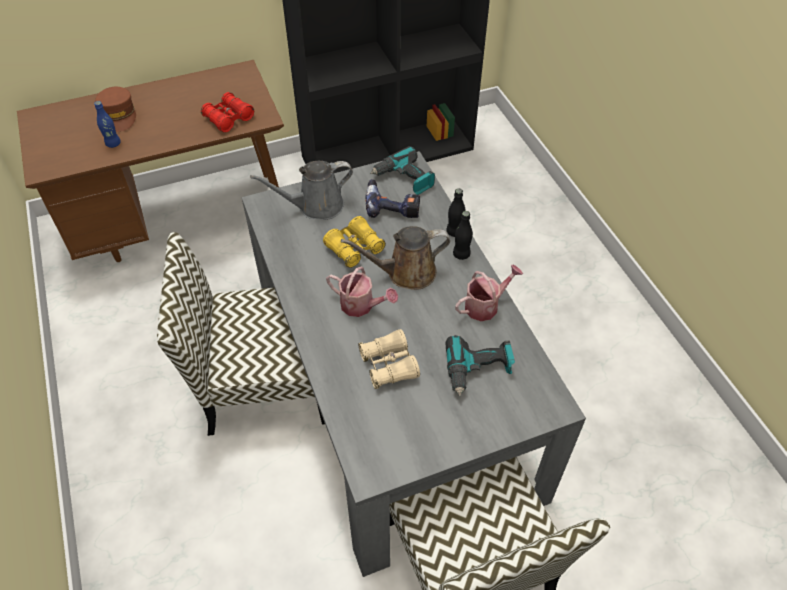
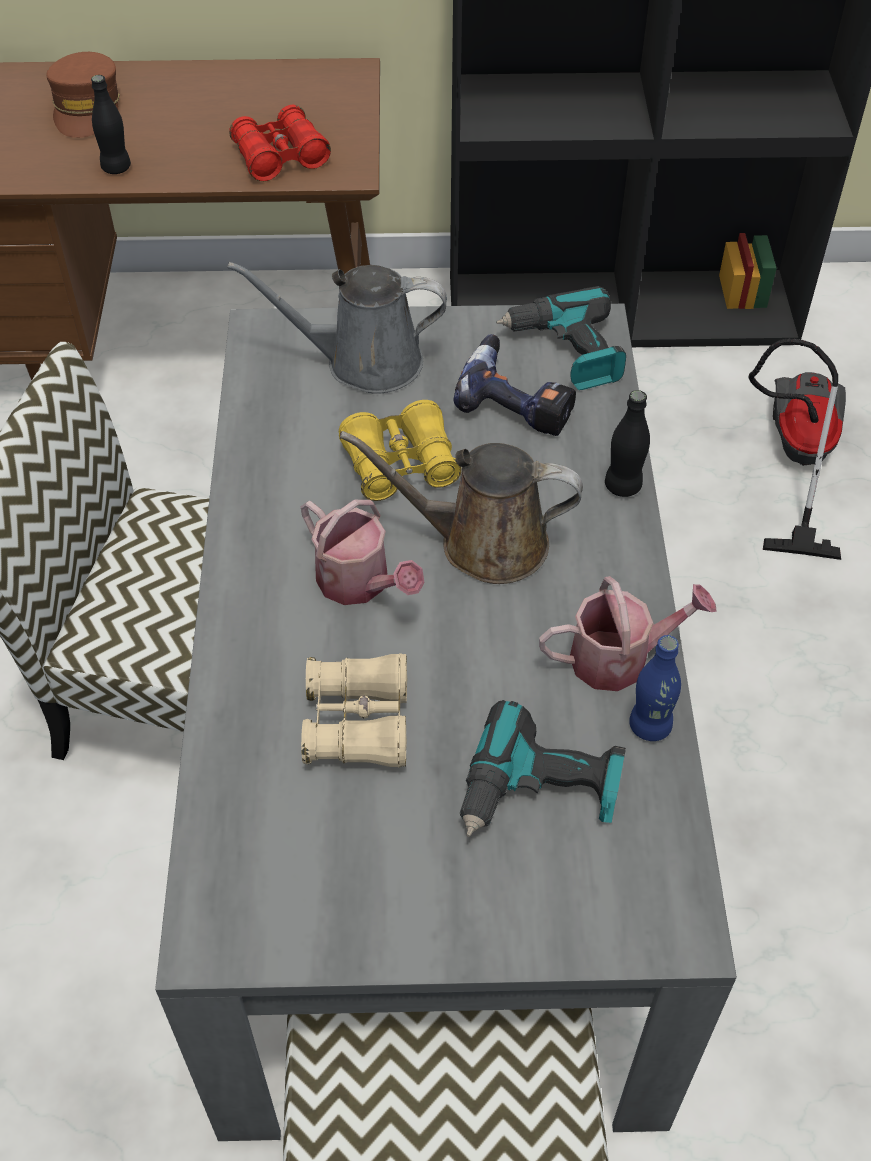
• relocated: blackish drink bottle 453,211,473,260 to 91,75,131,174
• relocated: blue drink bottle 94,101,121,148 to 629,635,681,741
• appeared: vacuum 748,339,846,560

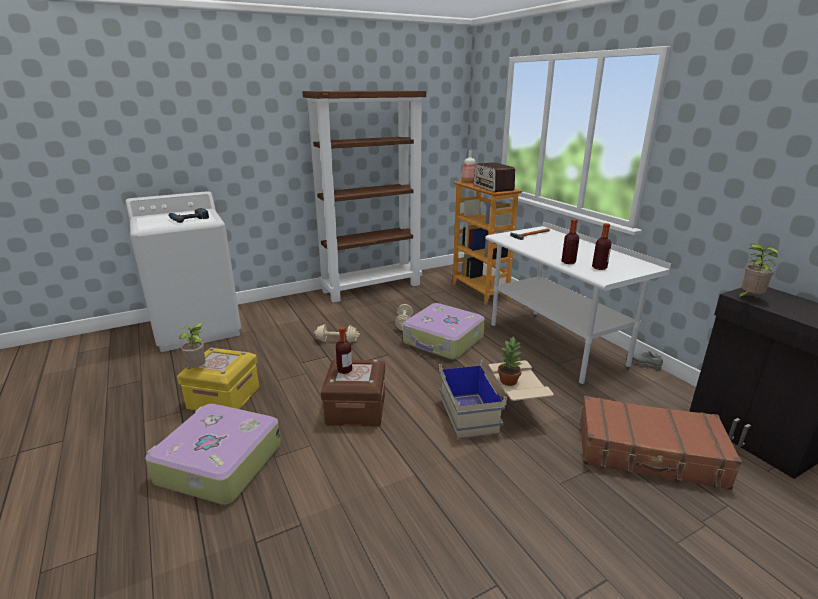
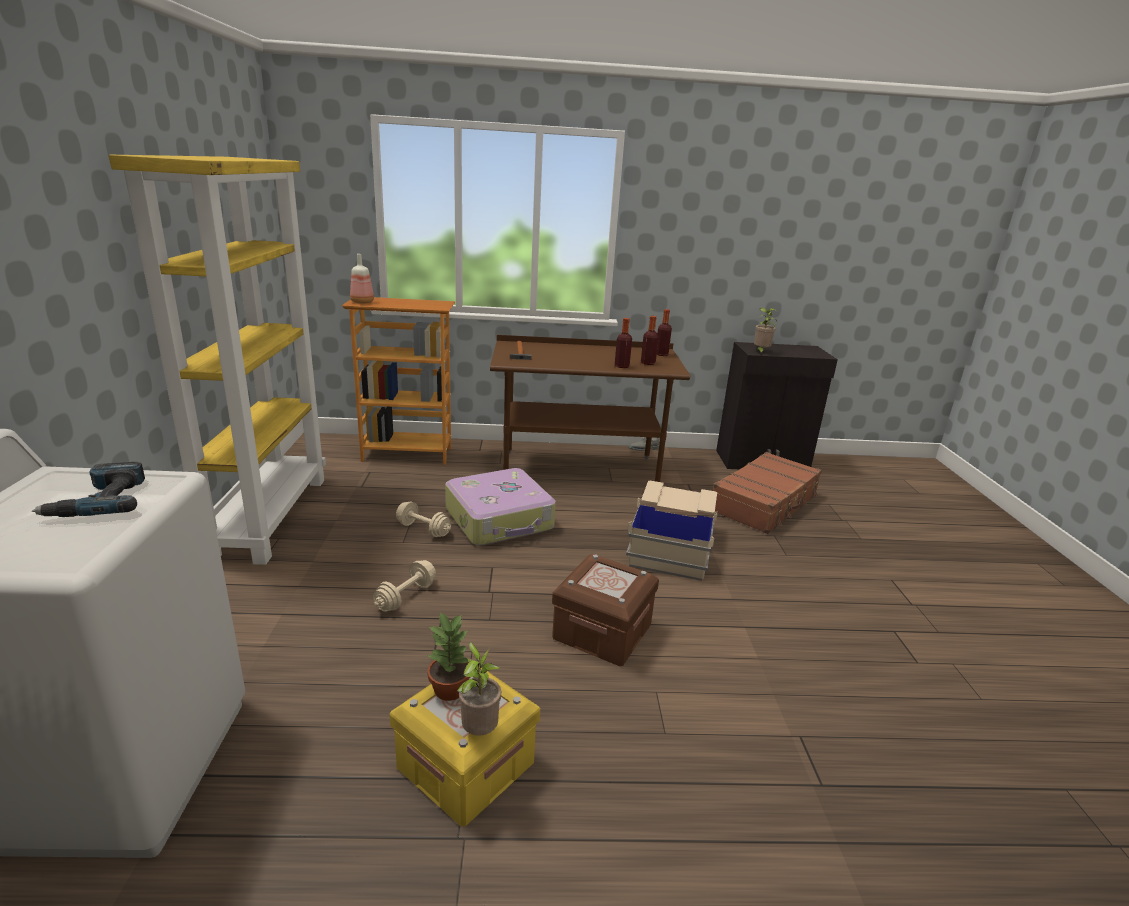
• colour: brown-coloured shelving unit 302,90,426,303 to yellow-coloured shelving unit 109,155,326,565
• relocated: houseplant 498,336,523,386 to 427,612,470,701
• colour: white desk unit 485,222,671,387 to brown-coloured desk unit 490,335,690,482
• relocated: drink bottle 336,327,352,374 to 657,309,672,356
• missing: suitcase 145,404,281,505
• missing: radio set 473,162,515,192

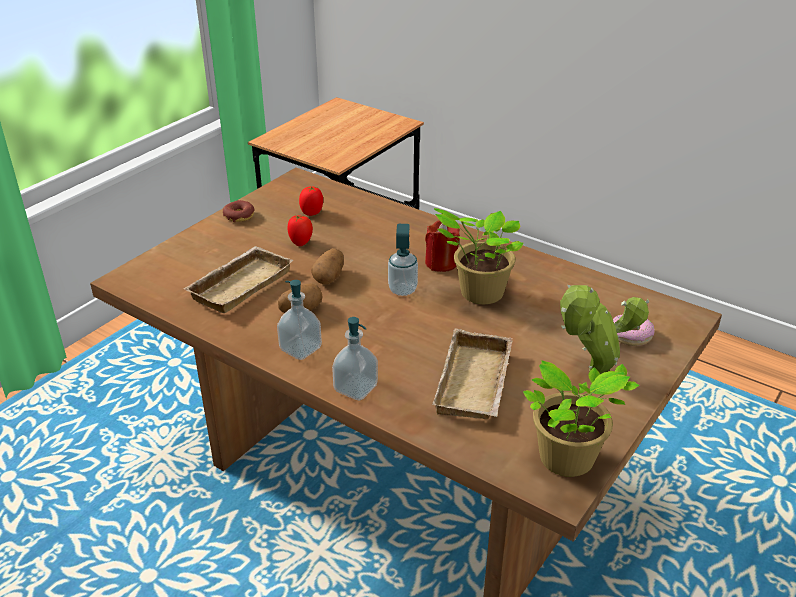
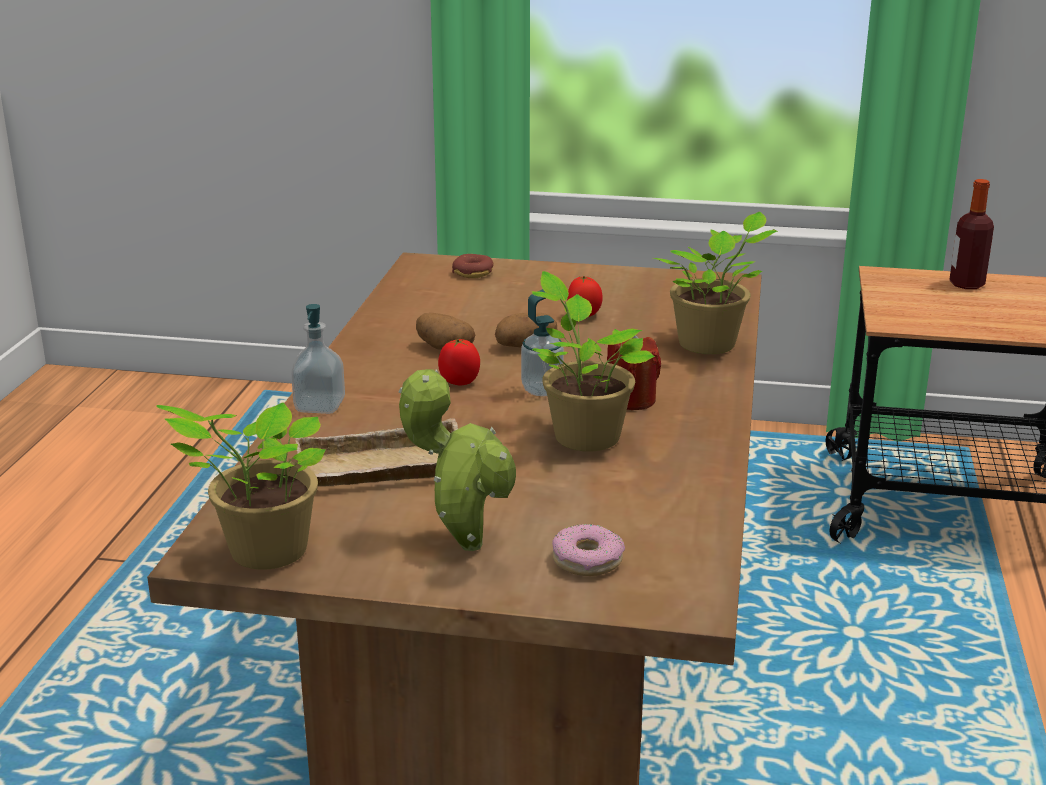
• relocated: fresh tomato 299,186,323,216 to 438,339,480,385
• relocated: ring doughnut 223,200,254,223 to 452,254,494,278
• appeared: houseplant 653,212,778,354
• appeared: drink bottle 949,179,994,289
• missing: sand-coloured carrying tray 183,246,294,313
• missing: liquid soap bottle 277,280,322,360

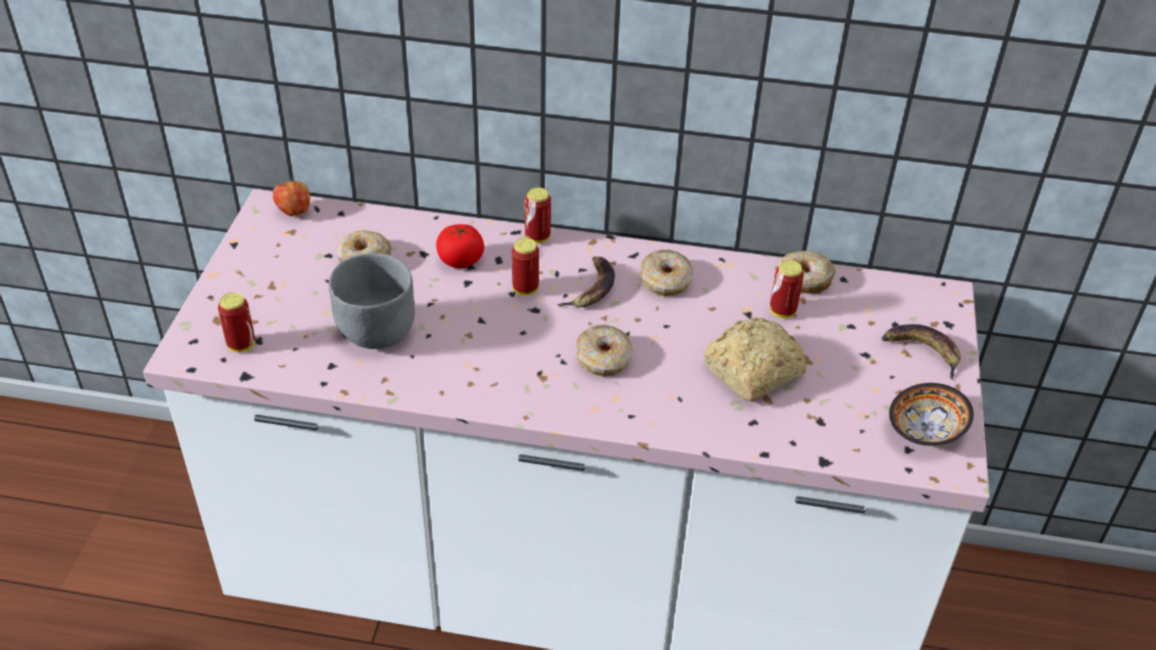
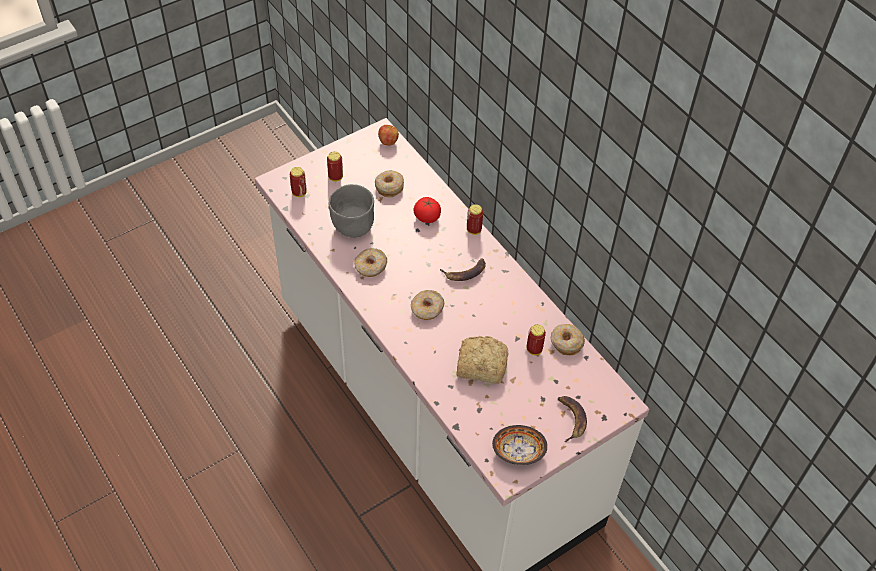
• relocated: sealed can 512,238,539,296 to 327,151,343,182
• relocated: ring doughnut 640,250,693,296 to 354,248,387,277

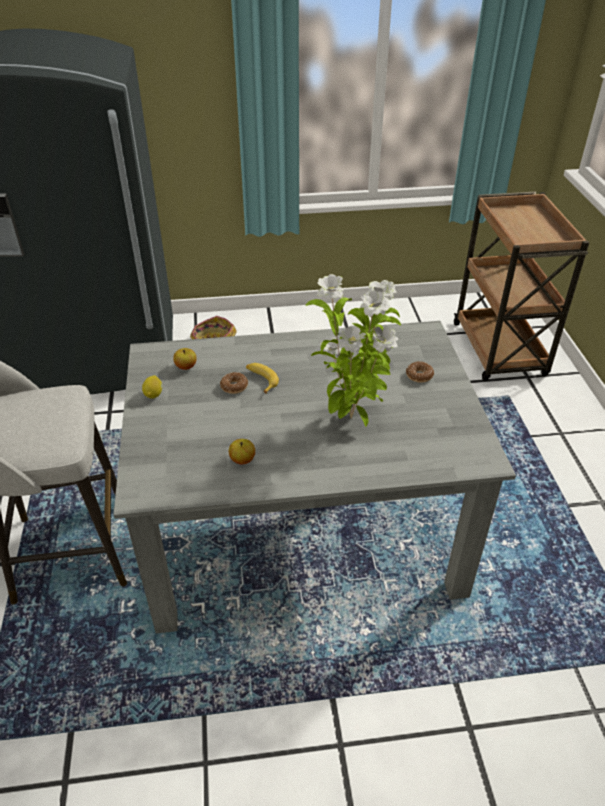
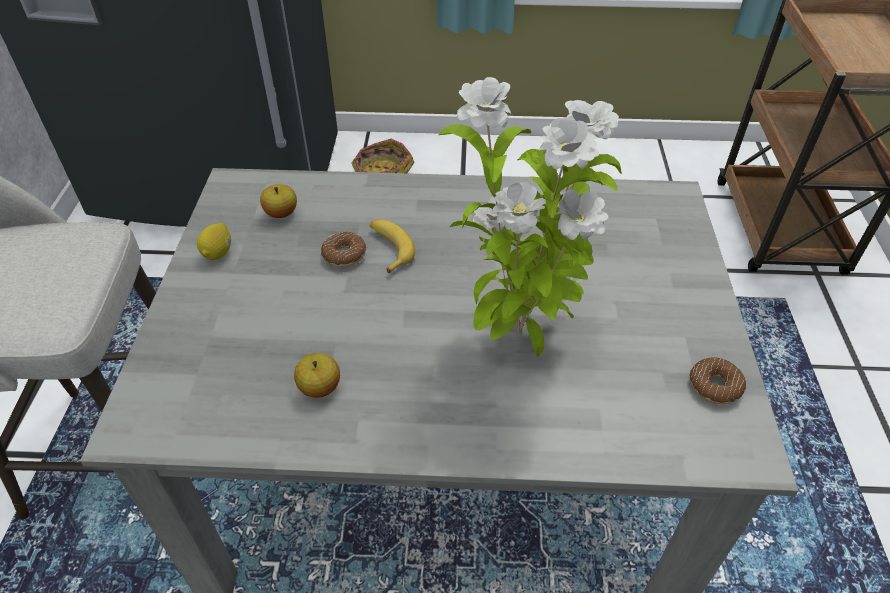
• relocated: ring doughnut 406,361,434,383 to 690,357,746,404

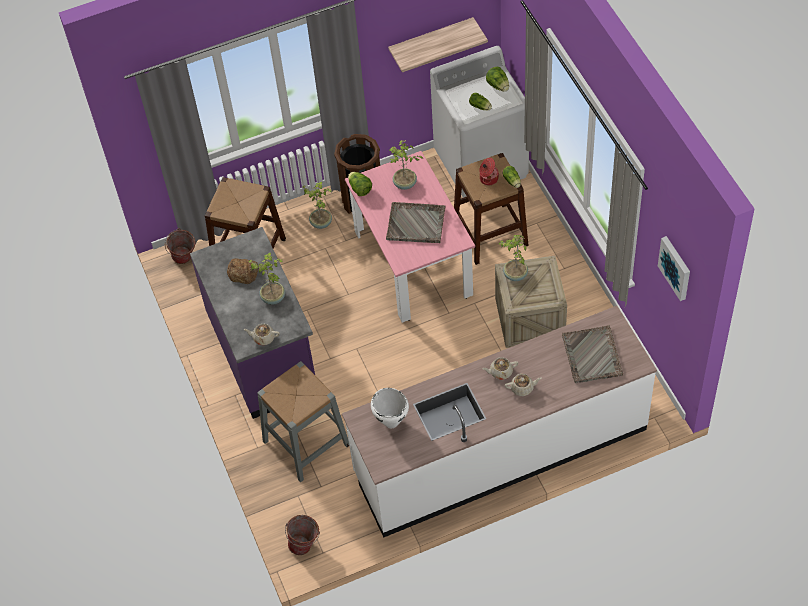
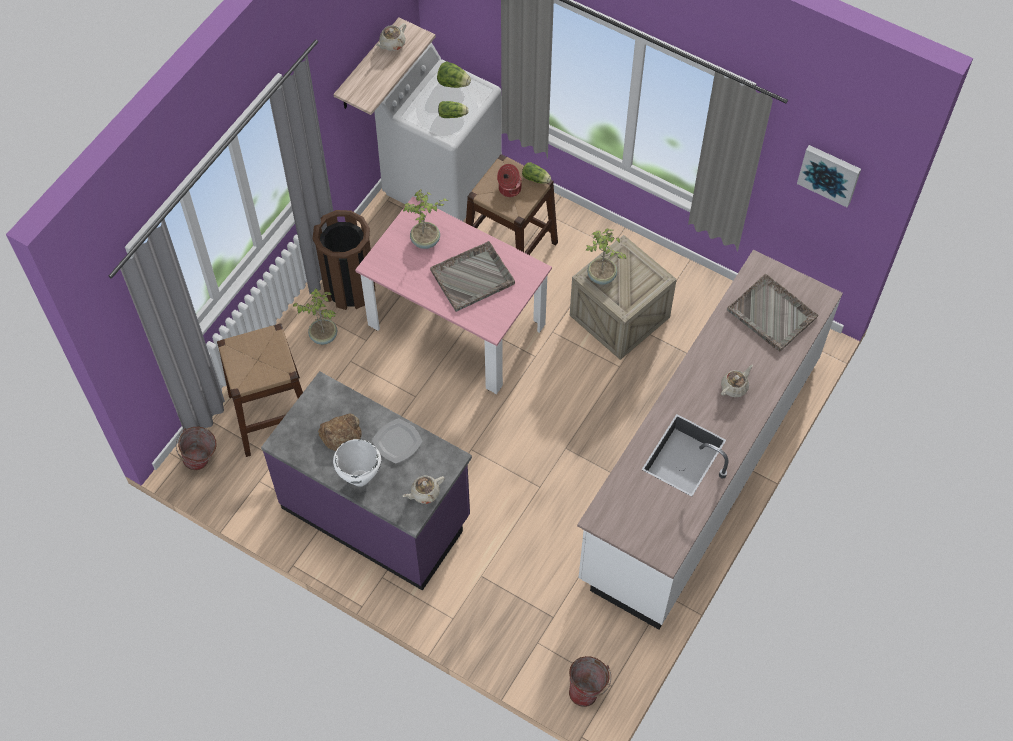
• relocated: white stockpot 371,388,409,428 to 333,439,381,487
• exchanged: houseplant 249,253,285,305 to flat dish 372,418,423,464
• relocated: sand-coloured tea pot 482,357,518,380 to 376,23,406,51
• missing: greyish sitting stool 257,361,349,482
• missing: lettuce head 348,172,372,196

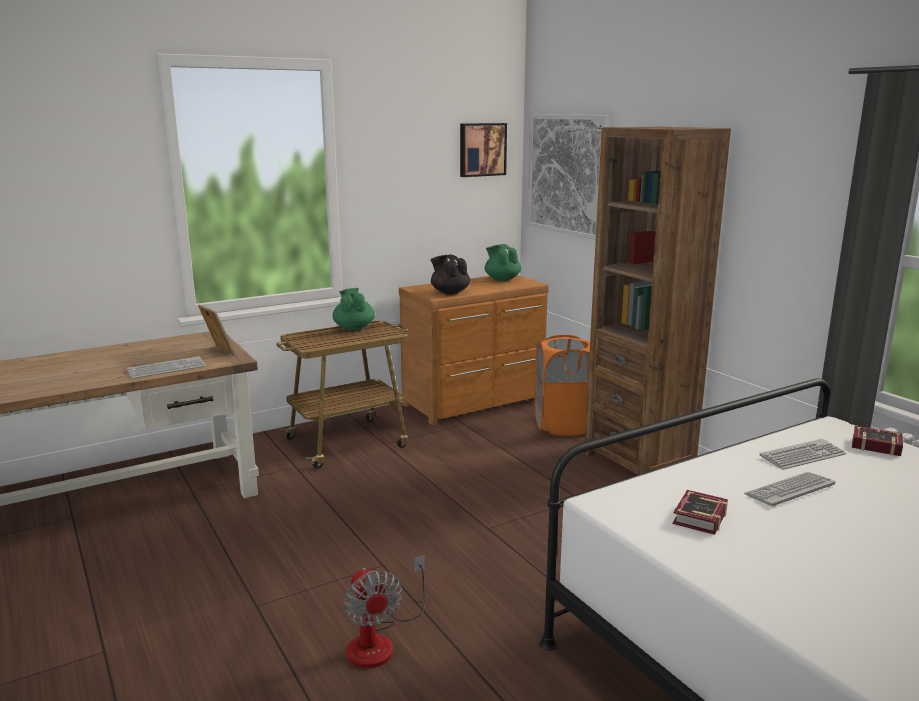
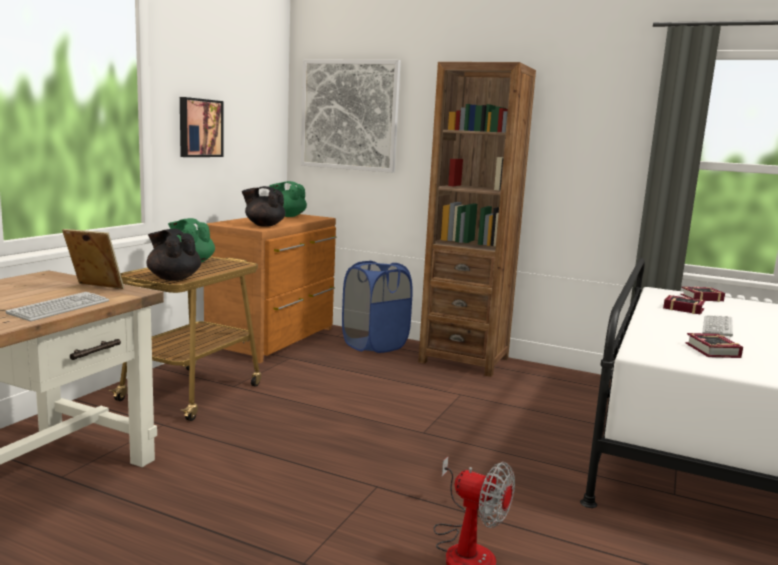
• appeared: blackish tea pot 146,229,201,281
• relocated: wall art 460,123,507,177 to 180,97,224,157
• colour: orangey laundry basket 534,335,590,436 to blue laundry basket 342,261,413,353
• exchanged: PC keyboard 760,439,846,470 to volume 663,295,705,315

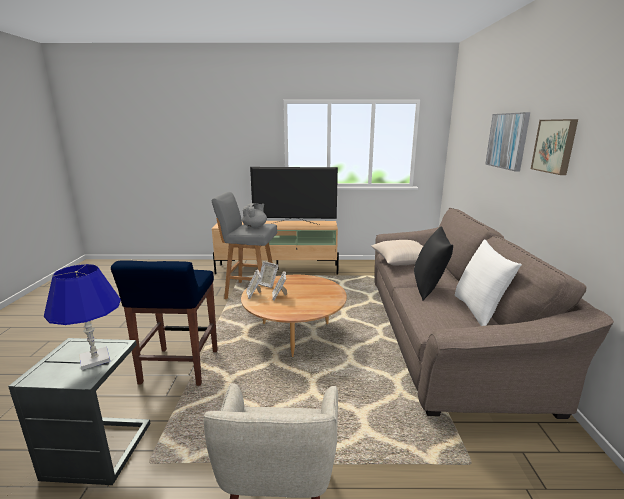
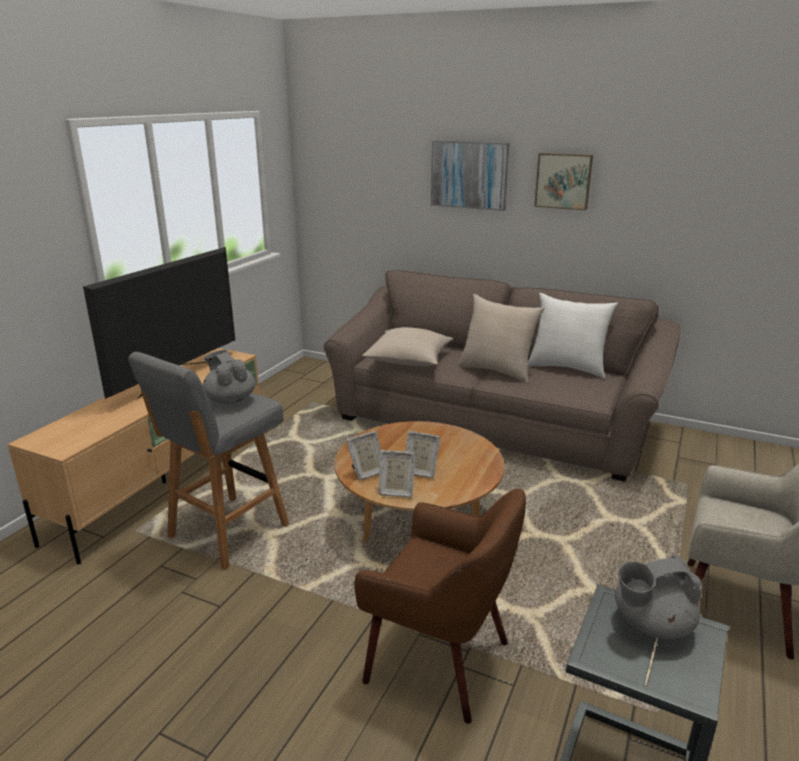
• exchanged: blue sitting stool 111,261,218,386 to brown-coloured easy chair 354,489,526,724
• colour: blackish throw pillow 414,226,453,301 to sand-coloured throw pillow 458,294,545,384
• exchanged: blue table lamp 44,264,121,370 to greyish tea pot 615,554,702,639

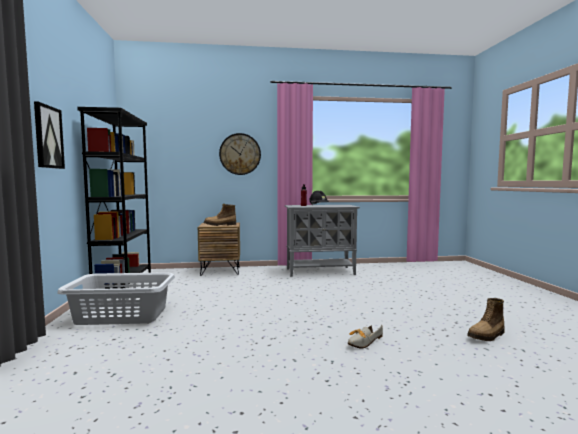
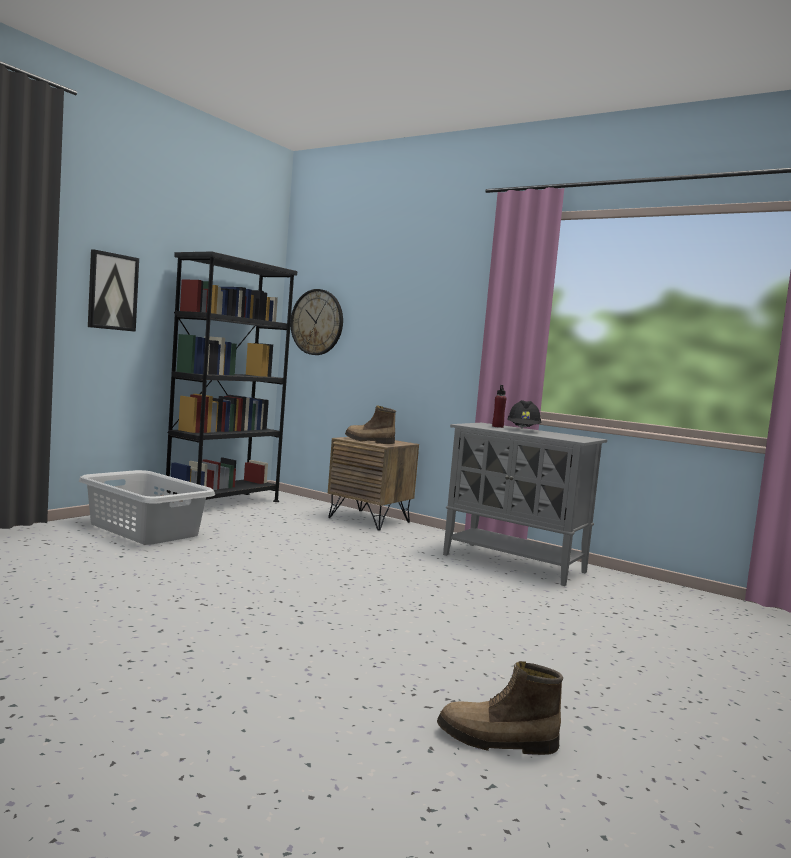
• relocated: clock on the wall 219,133,261,175 to 290,289,343,355
• missing: shoe 348,324,383,348

